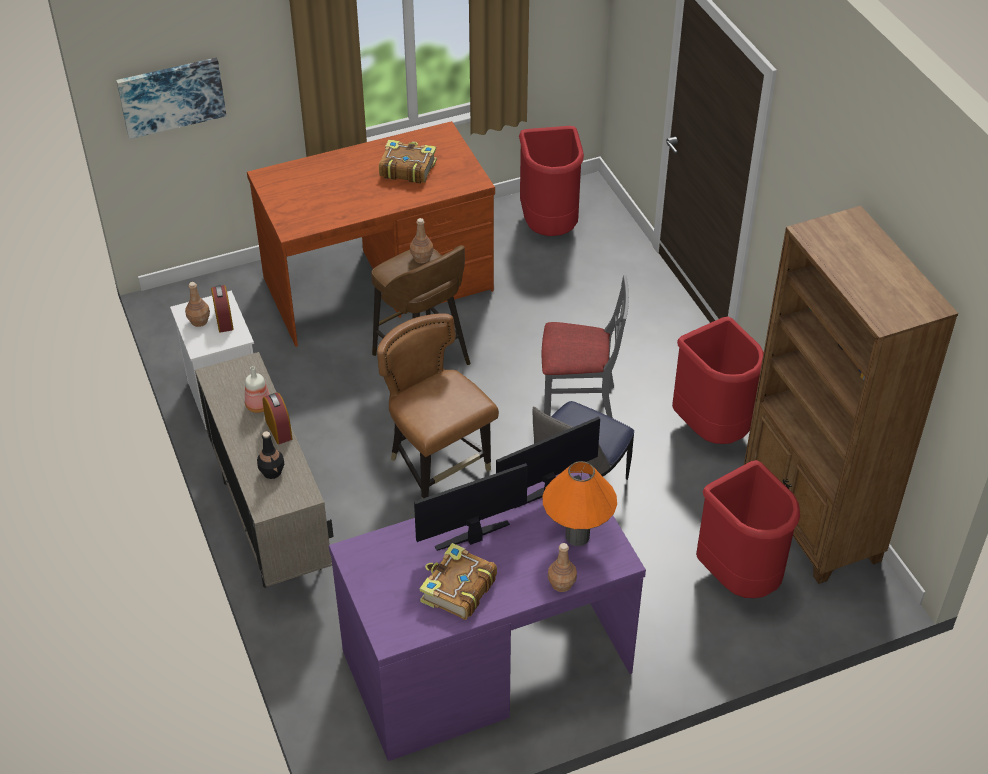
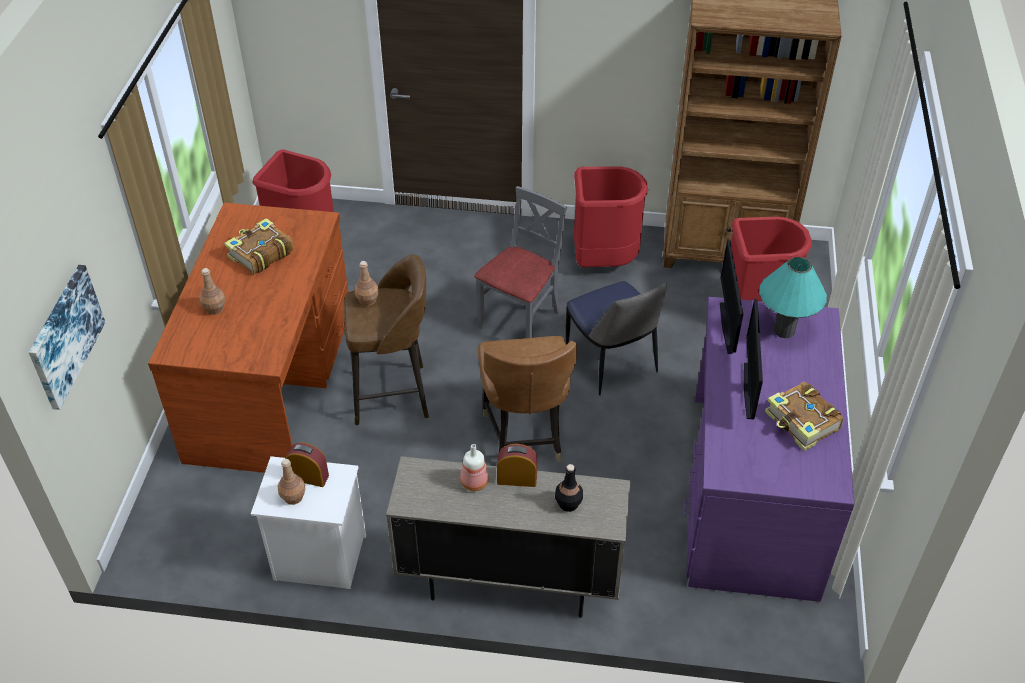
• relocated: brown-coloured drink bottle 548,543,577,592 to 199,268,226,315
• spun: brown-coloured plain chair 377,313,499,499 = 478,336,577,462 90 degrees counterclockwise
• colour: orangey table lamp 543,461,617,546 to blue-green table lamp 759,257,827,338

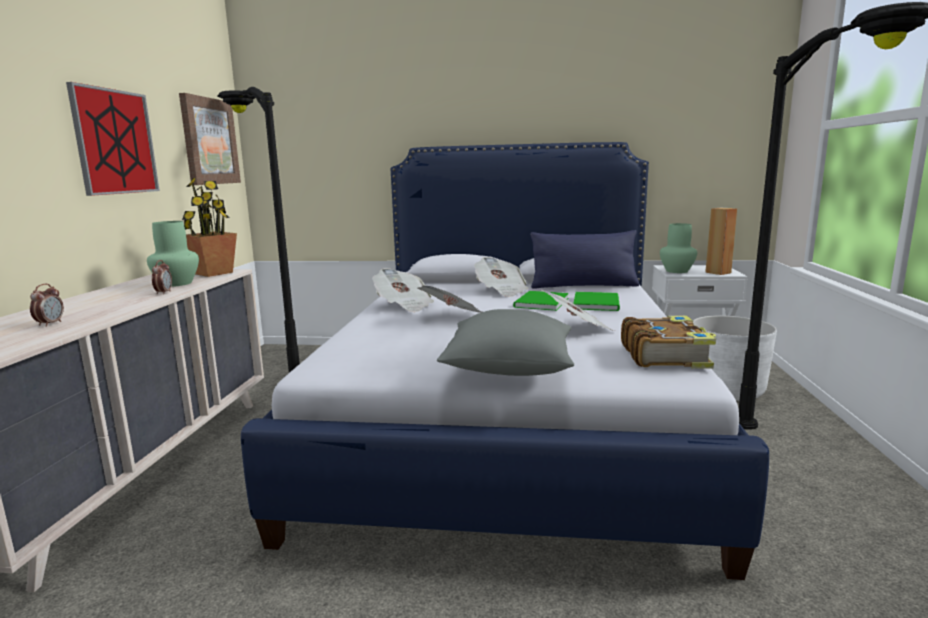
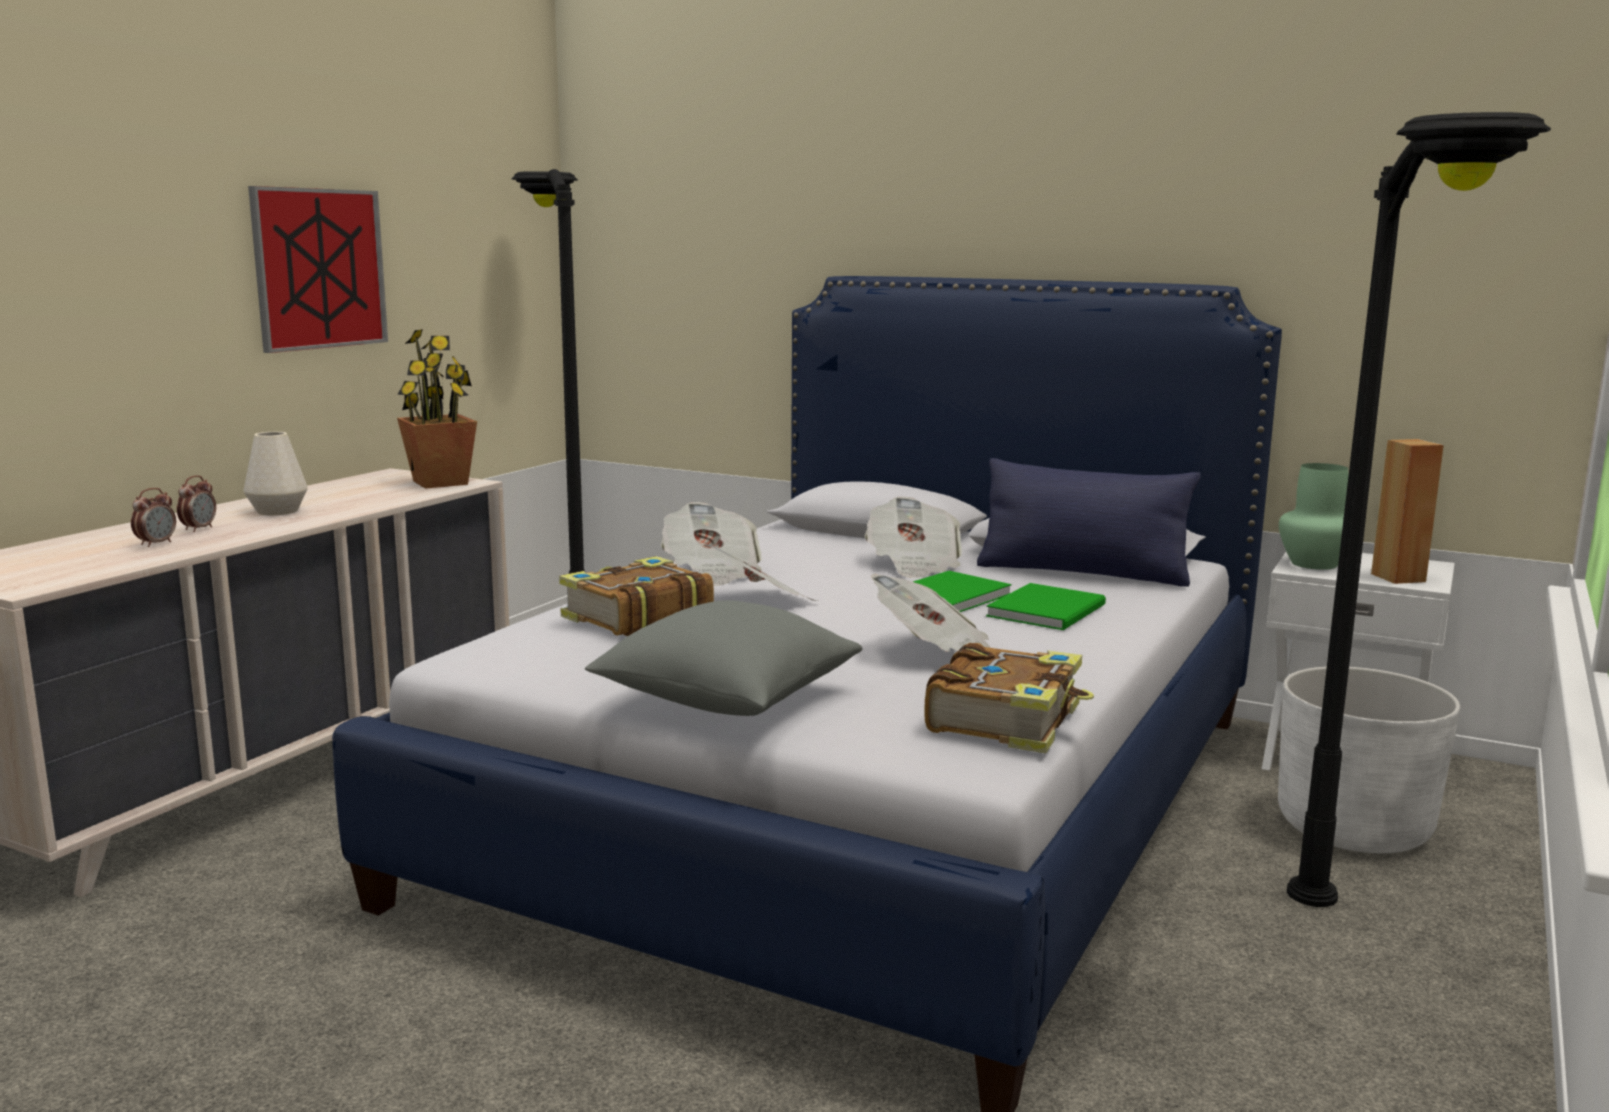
• relocated: bedside clock 152,260,172,294 to 177,475,216,532
• appeared: white vase 243,432,308,515
• appeared: volume 559,556,714,636
• missing: green-coloured vase 147,221,199,287
• missing: wall art 179,93,241,185

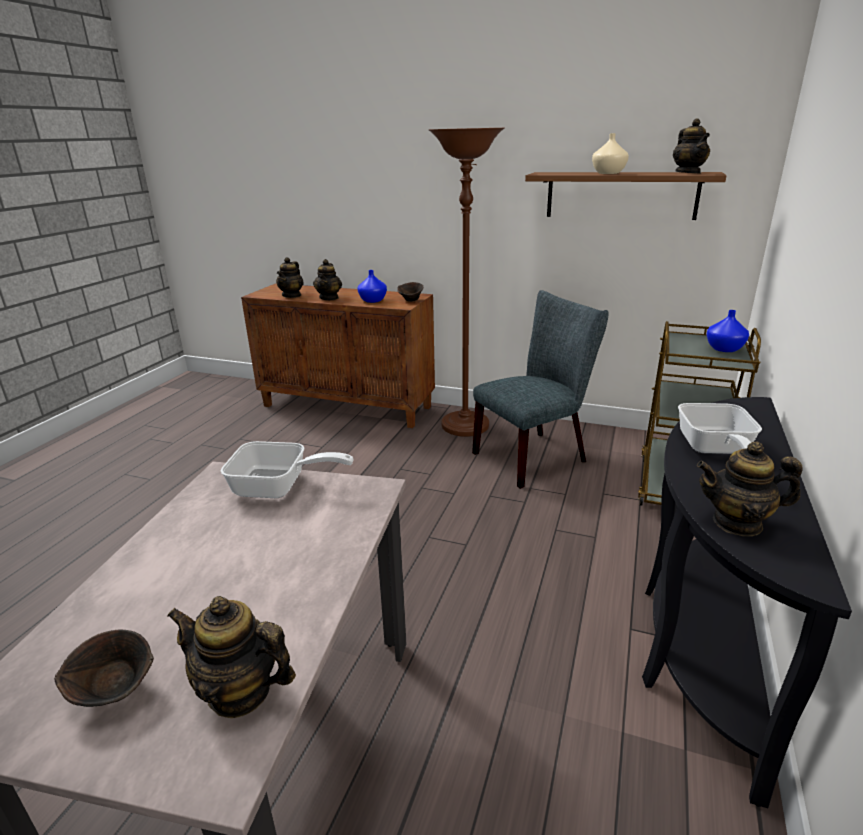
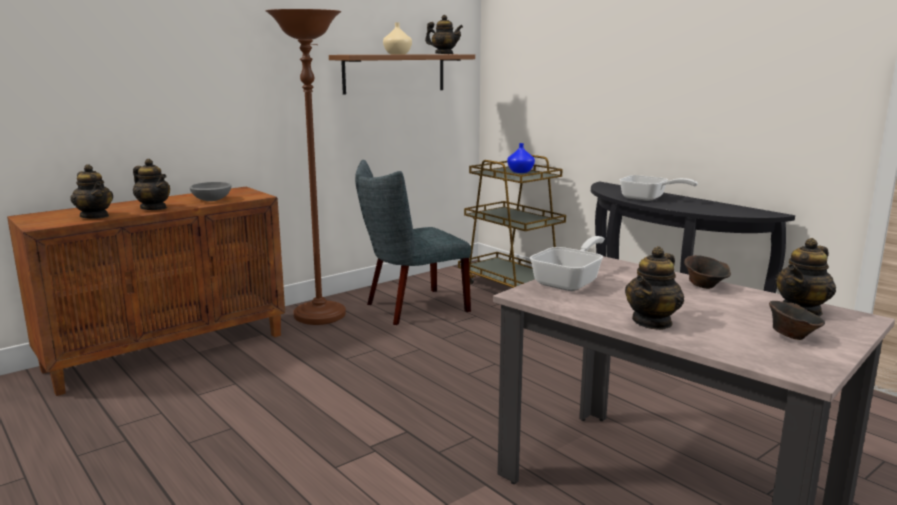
• exchanged: blue vase 357,270,387,303 to greyish bowl 189,182,232,201
• spun: greyish plain chair 472,290,609,489 = 355,160,471,325 120 degrees counterclockwise
• relocated: tea pot 697,442,803,536 to 625,246,684,330
• relocated: brown-coloured bowl 397,282,423,302 to 684,255,731,289

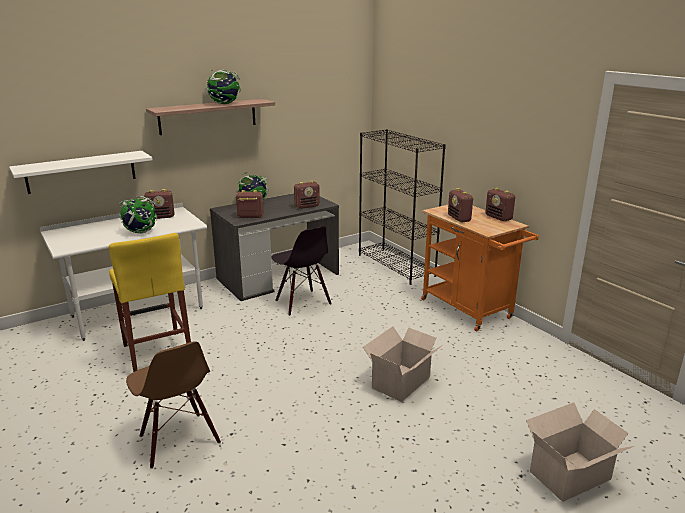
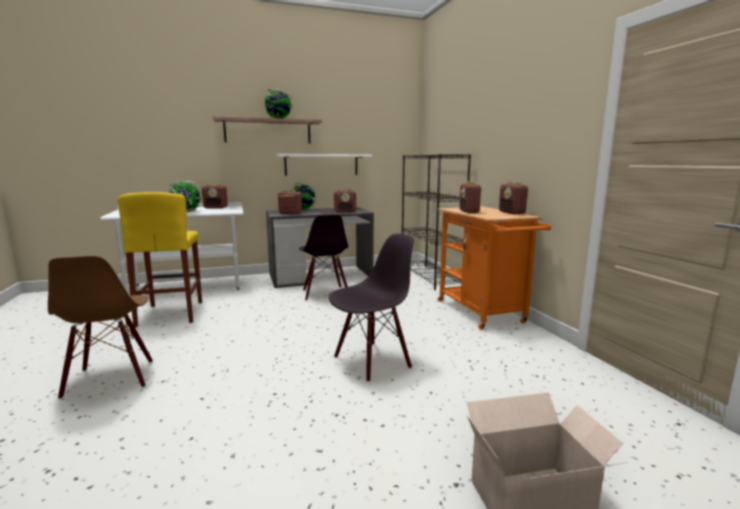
• relocated: white bracket shelf 9,151,152,194 to 276,154,372,176
• exchanged: cardboard box 363,326,443,402 to blackish plain chair 329,233,414,382

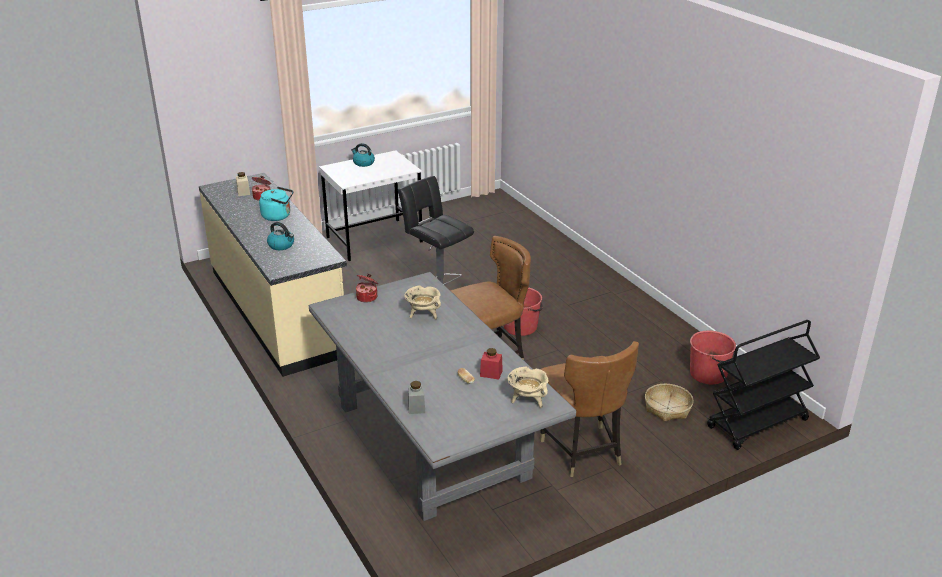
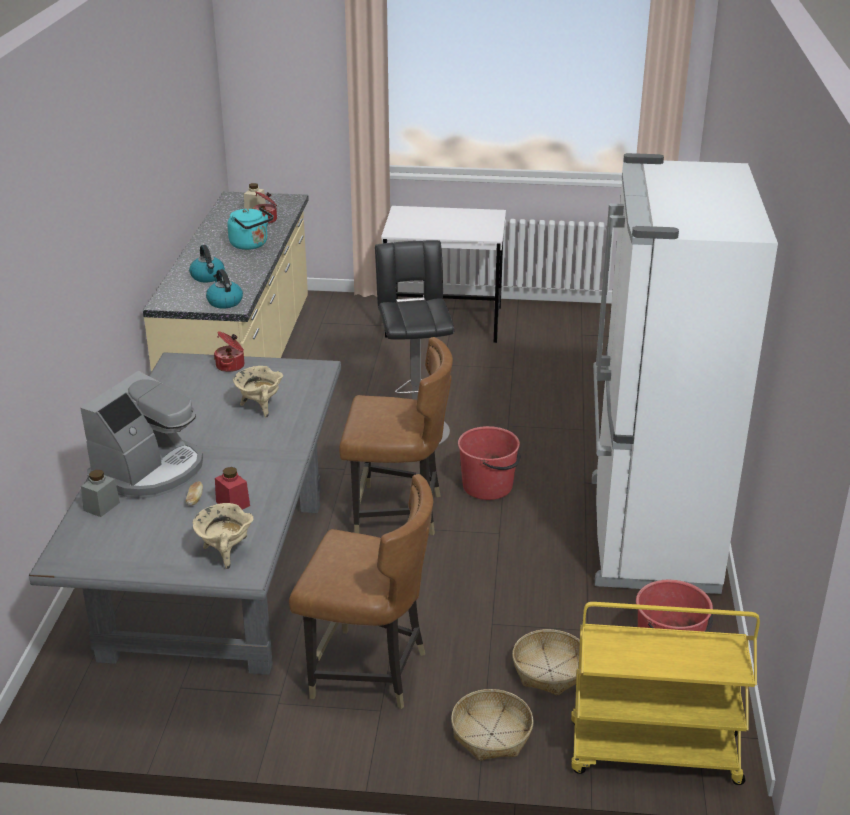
• appeared: coffee machine 80,371,203,498
• relocated: tea kettle 351,143,375,167 to 206,269,243,309
• spun: brown-coloured plain chair 540,341,639,477 = 289,474,433,709 90 degrees counterclockwise
• appeared: basket 451,689,534,761
• colour: blackish wheeled cart 707,320,820,450 to yellow-coloured wheeled cart 571,602,760,785
• appeared: white refrigerator 592,153,778,594

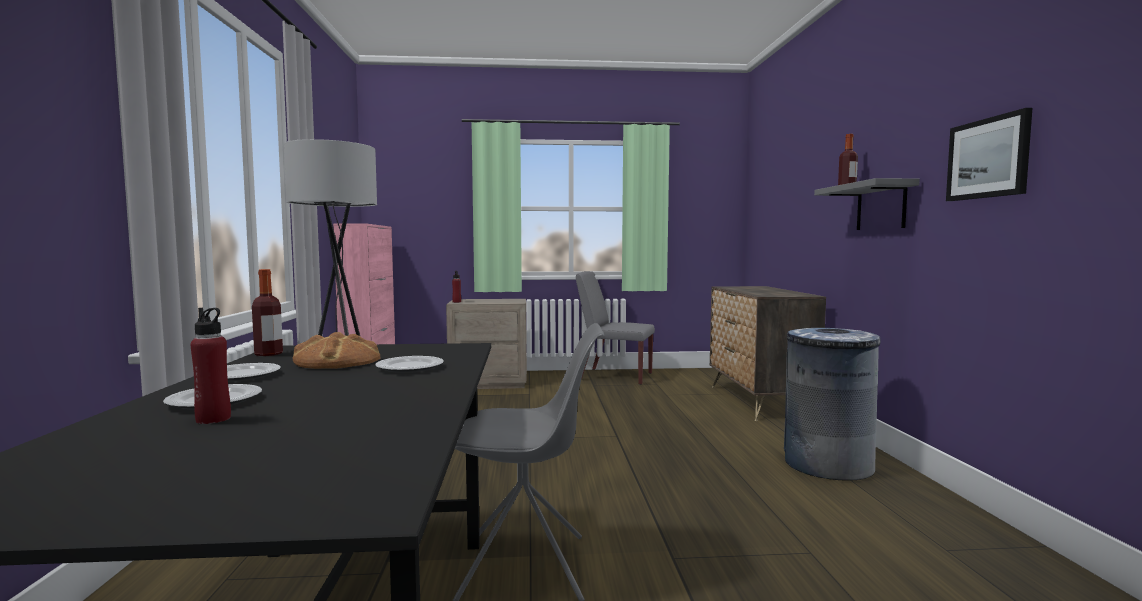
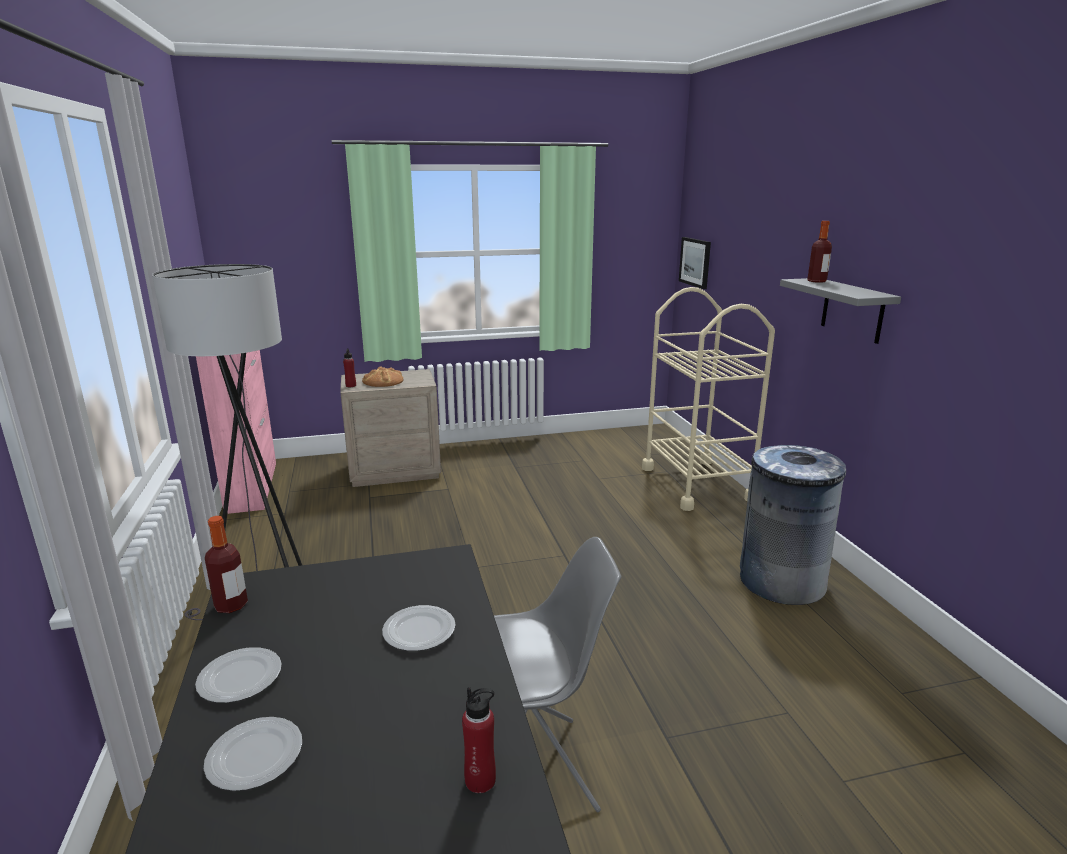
• relocated: bakery bread 293,332,380,369 to 362,366,403,387
• relocated: reddish drink bottle 190,308,231,424 to 462,687,496,793
• exchanged: dresser 710,286,826,421 to sand-coloured wheeled cart 642,287,775,511
• relocated: wall art 946,108,1032,201 to 679,237,711,289
• missing: greyish plain chair 576,271,655,385

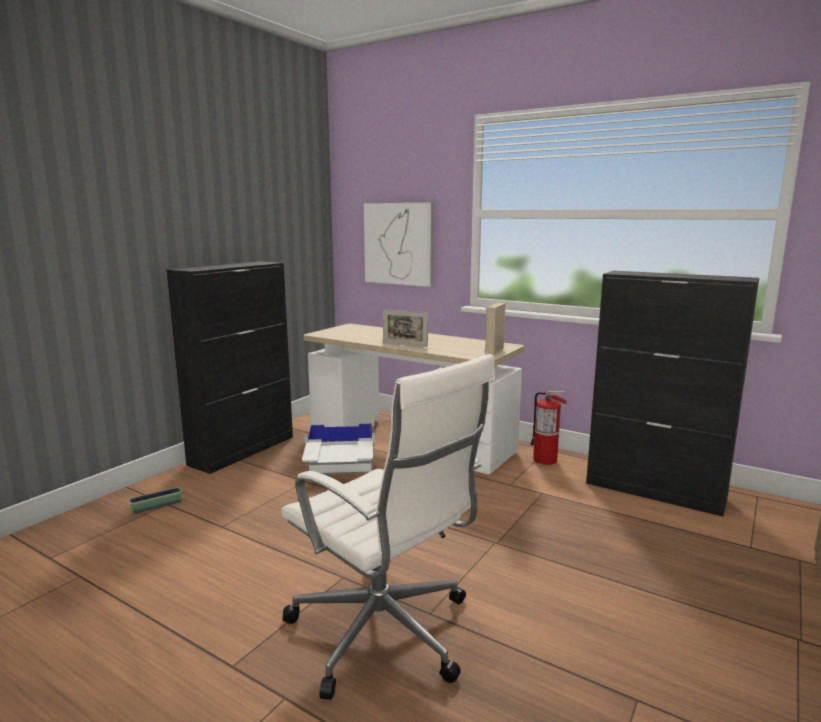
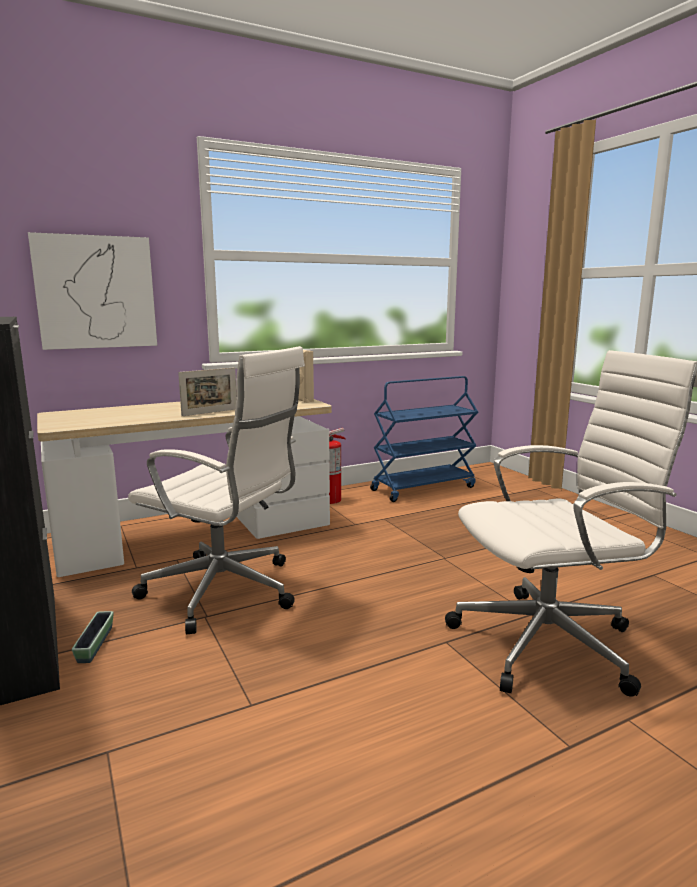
• relocated: flower pot 128,487,182,514 to 72,611,114,663
• exchanged: white storage bin 302,418,375,475 to white computer chair 128,346,305,634
• exchanged: blackish cabinet 586,271,759,516 to blue wheeled cart 370,376,478,502

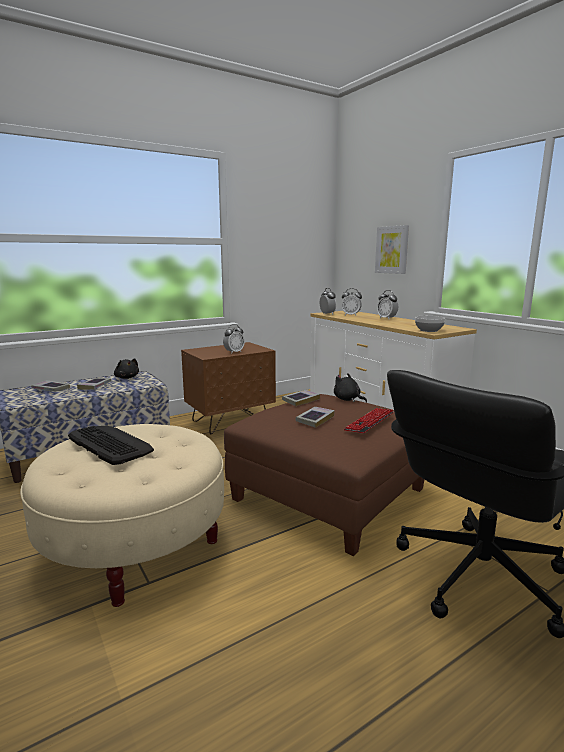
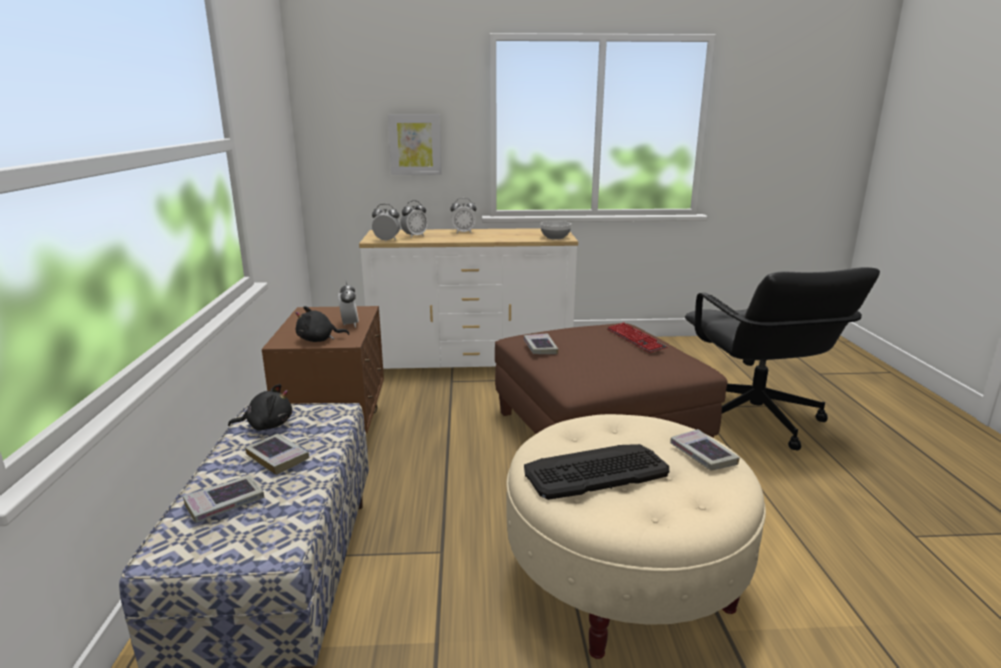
• relocated: blackish plush toy 334,373,367,403 to 295,306,349,342
• relocated: volume 296,407,335,428 to 670,429,740,470

